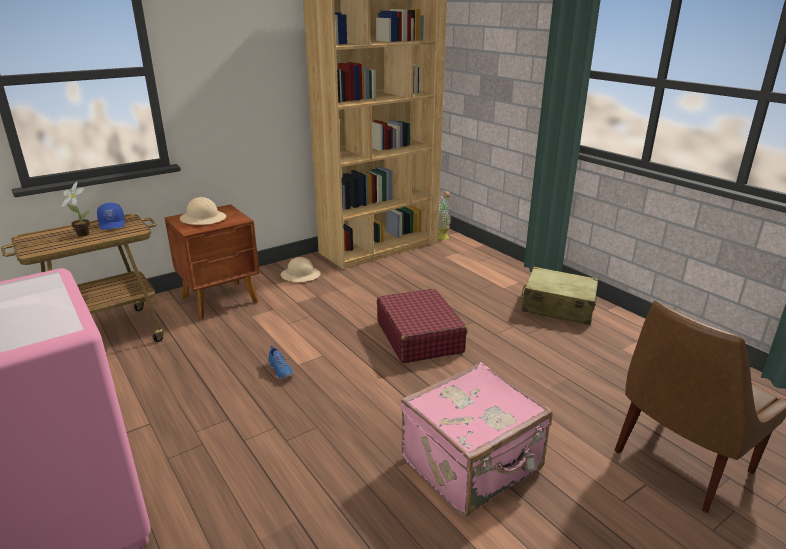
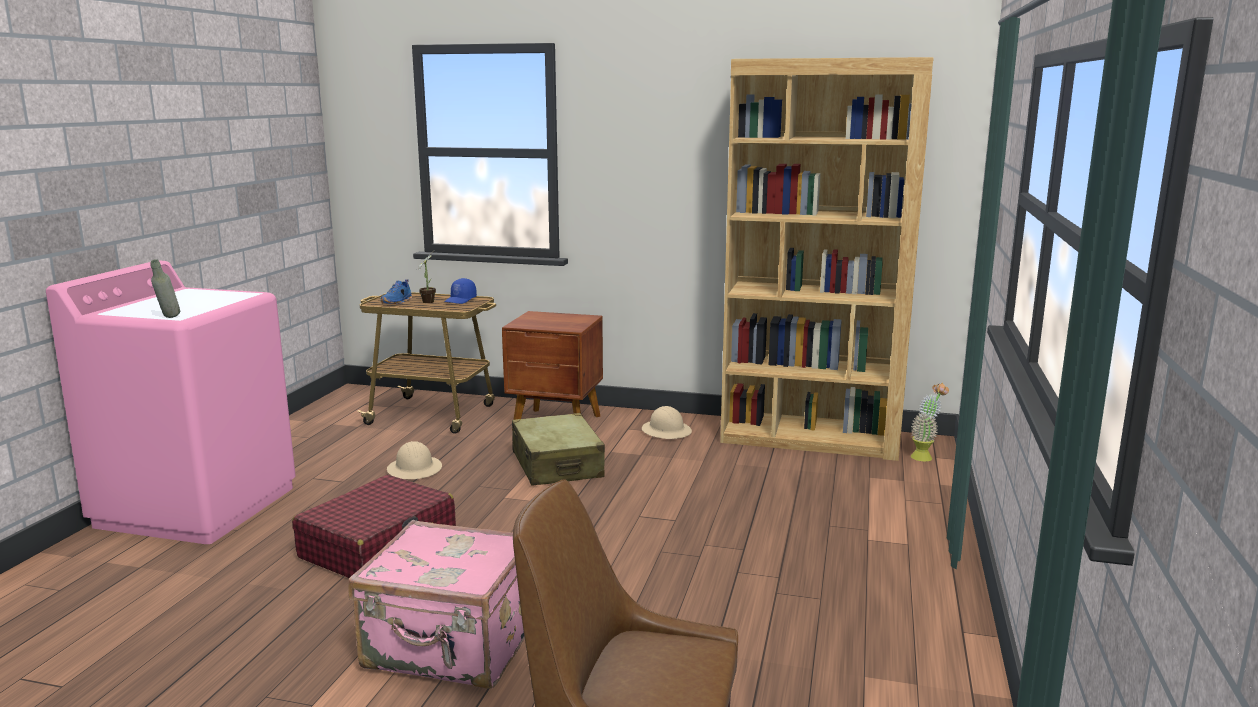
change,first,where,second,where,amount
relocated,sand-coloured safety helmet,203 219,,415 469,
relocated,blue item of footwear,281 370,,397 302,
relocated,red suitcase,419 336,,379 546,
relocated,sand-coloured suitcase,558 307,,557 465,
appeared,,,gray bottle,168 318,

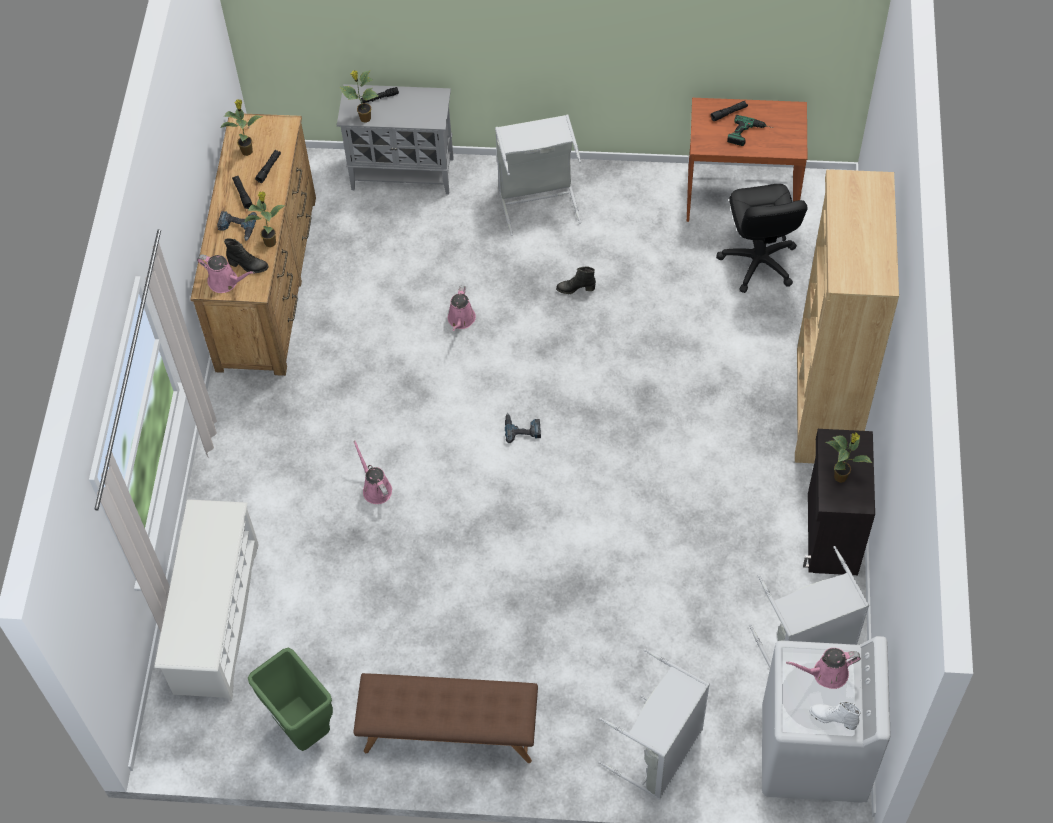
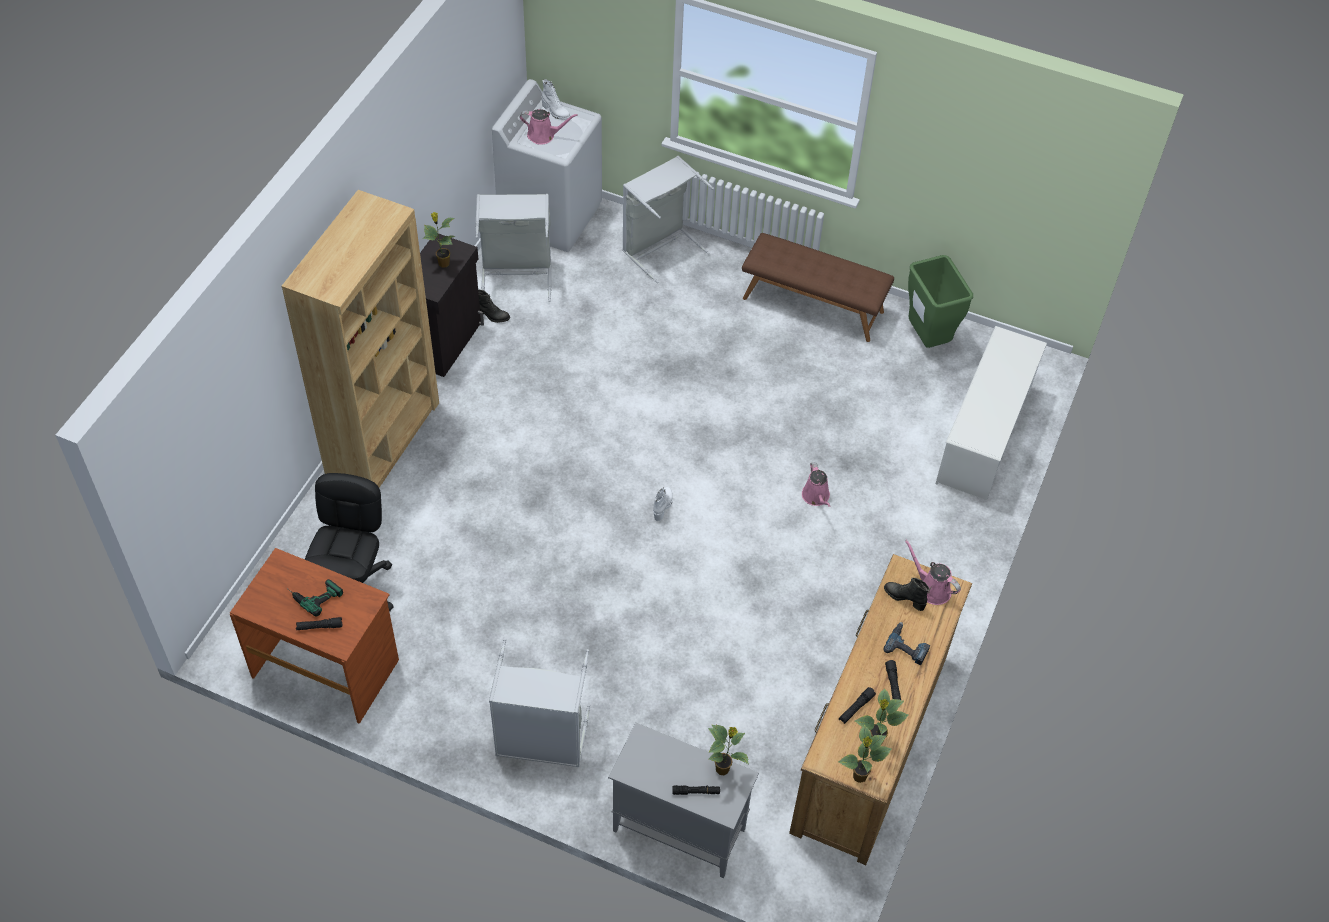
change,first,where,second,where,amount
relocated,houseplant,270 241,,859 777,
missing,pink-coloured watering can,461 320,,,
exchanged,power drill,522 429,white boot,663 506,
relocated,black-coloured boot,575 288,,492 316,

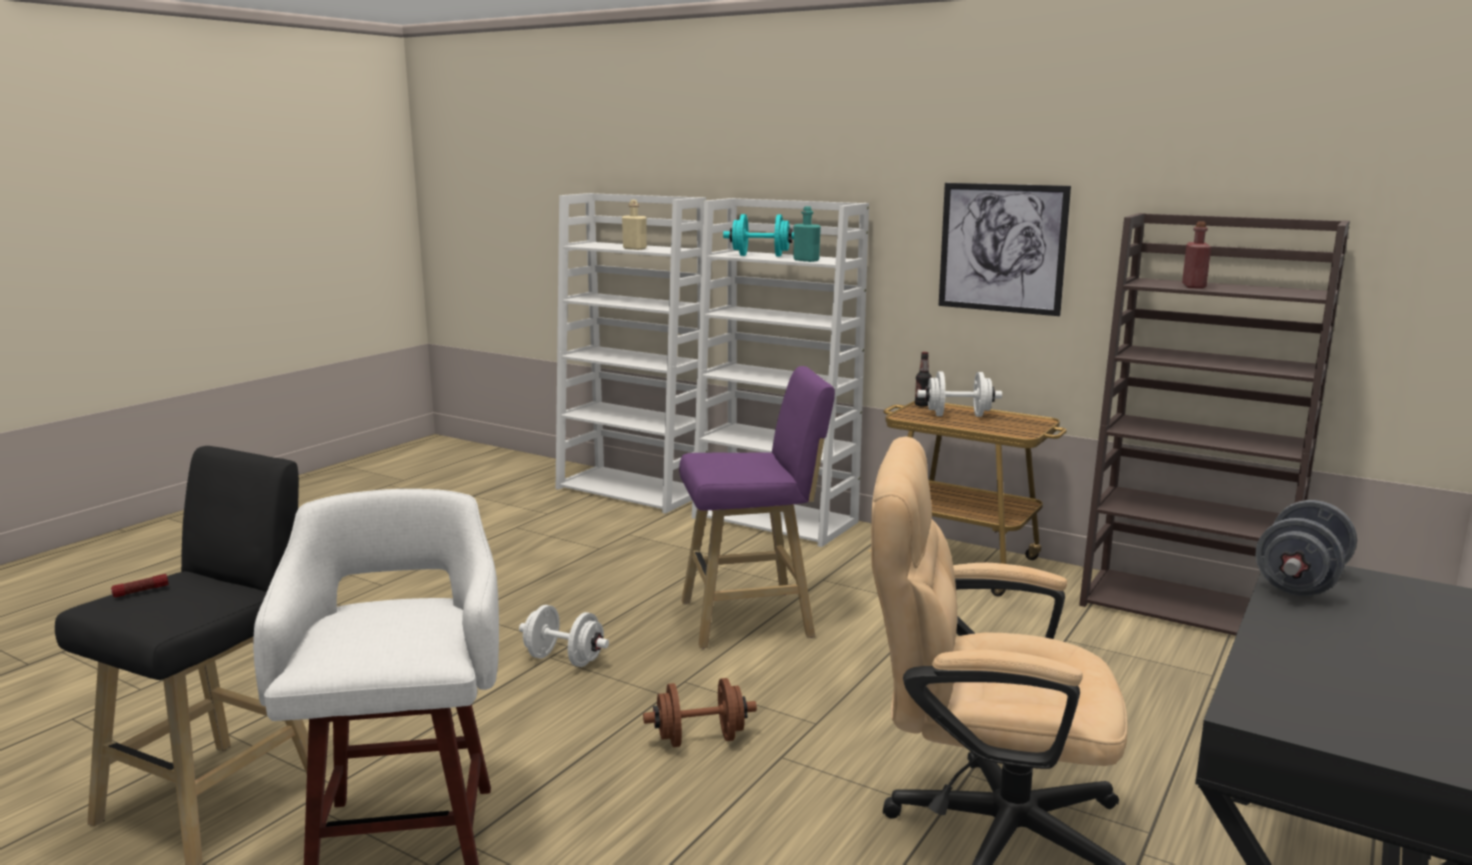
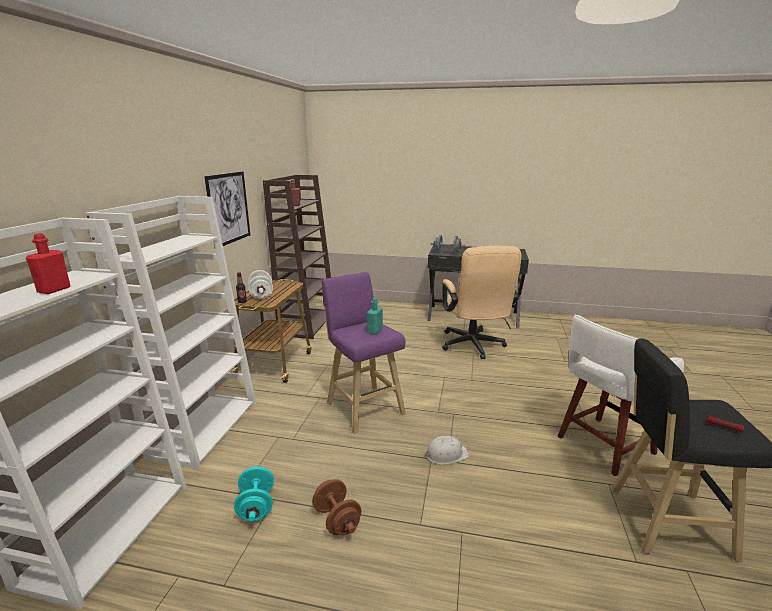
change,first,where,second,where,amount
exchanged,white dumbbell,564 659,white safety helmet,446 454,
colour,sand-coloured bottle,634 248,red bottle,54 290,
relocated,brownish dumbbell,700 739,,337 520,
relocated,turquoise-coloured dumbbell,761 256,,256 506,
relocated,turquoise-coloured bottle,806 260,,375 331,

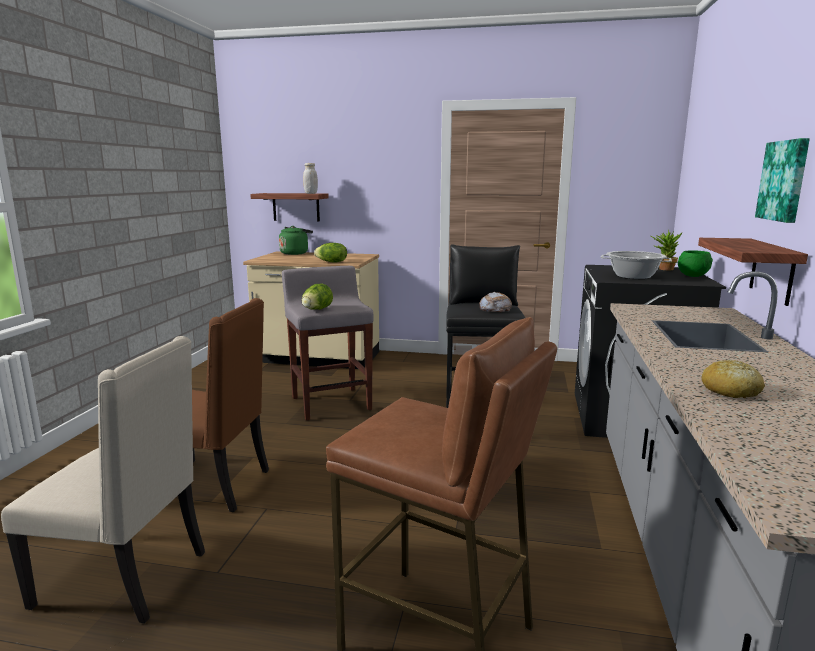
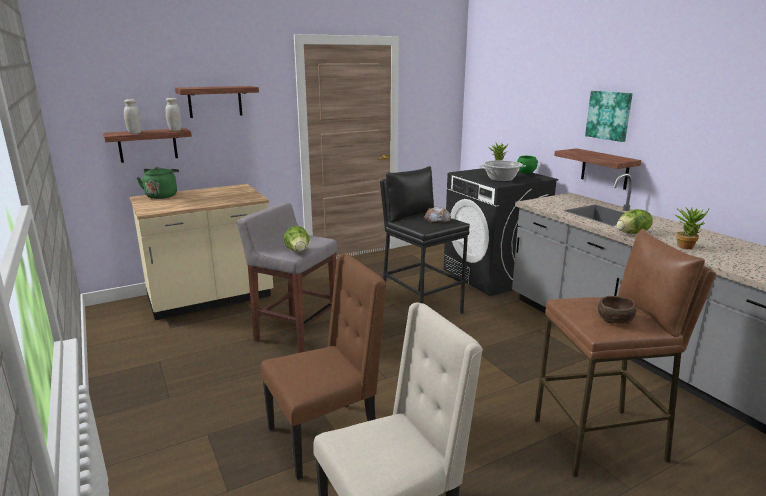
change,first,where,second,where,amount
relocated,lettuce,331 262,,632 233,
exchanged,bread,730 391,houseplant,686 246,
appeared,,,white storage jar,134 133,
appeared,,,wall shelf,215 101,
appeared,,,brownish deep dish,614 320,

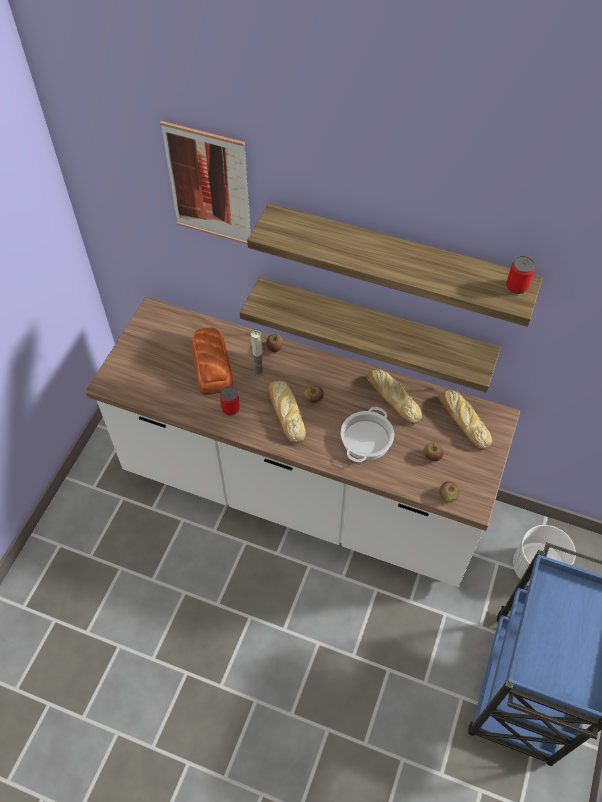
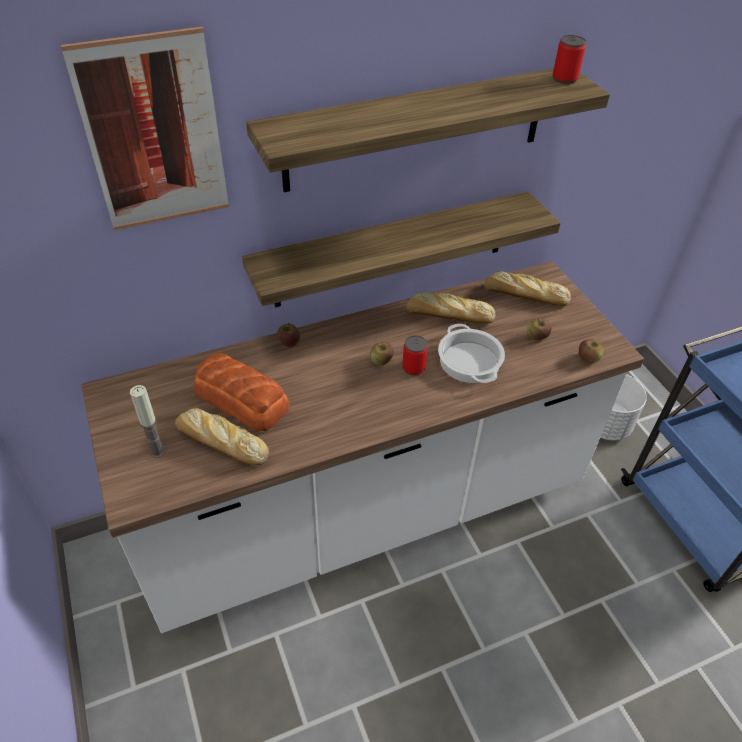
change,first,where,second,where,amount
relocated,metal can,230 408,,413 368,
relocated,wax candle,258 371,,157 451,
relocated,bread,286 413,,220 442,

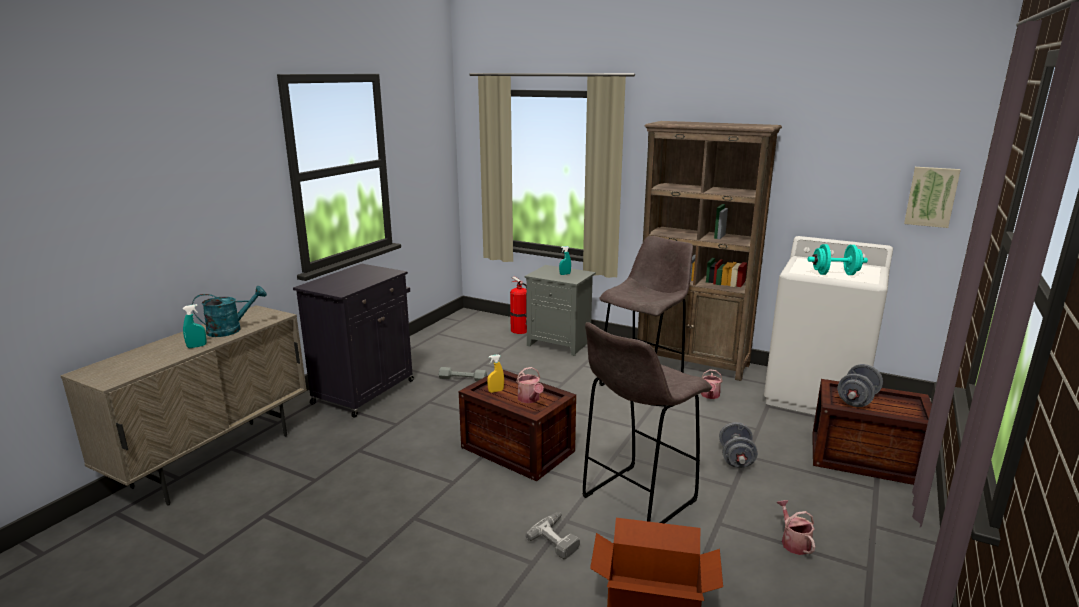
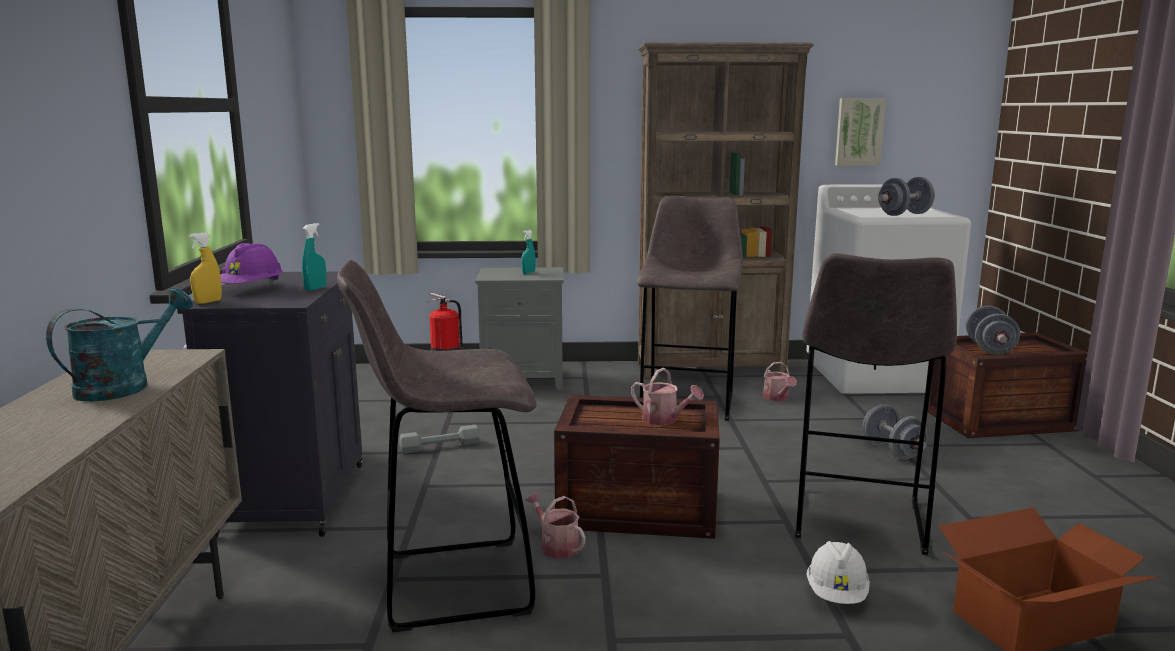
change,first,where,second,where,amount
relocated,turquoise-coloured hand sprayer,197 346,,315 288,
relocated,yellow-coloured hand sprayer,496 391,,208 302,
exchanged,power drill,558 538,white safety helmet,837 594,
relocated,watering can,793 542,,556 546,
colour,turquoise-coloured dumbbell,835 274,gray dumbbell,904 214,
relocated,wall art,931 196,,859 132,
appeared,,,purple-coloured safety helmet,252 289,
appeared,,,gray sitting stool,450 584,

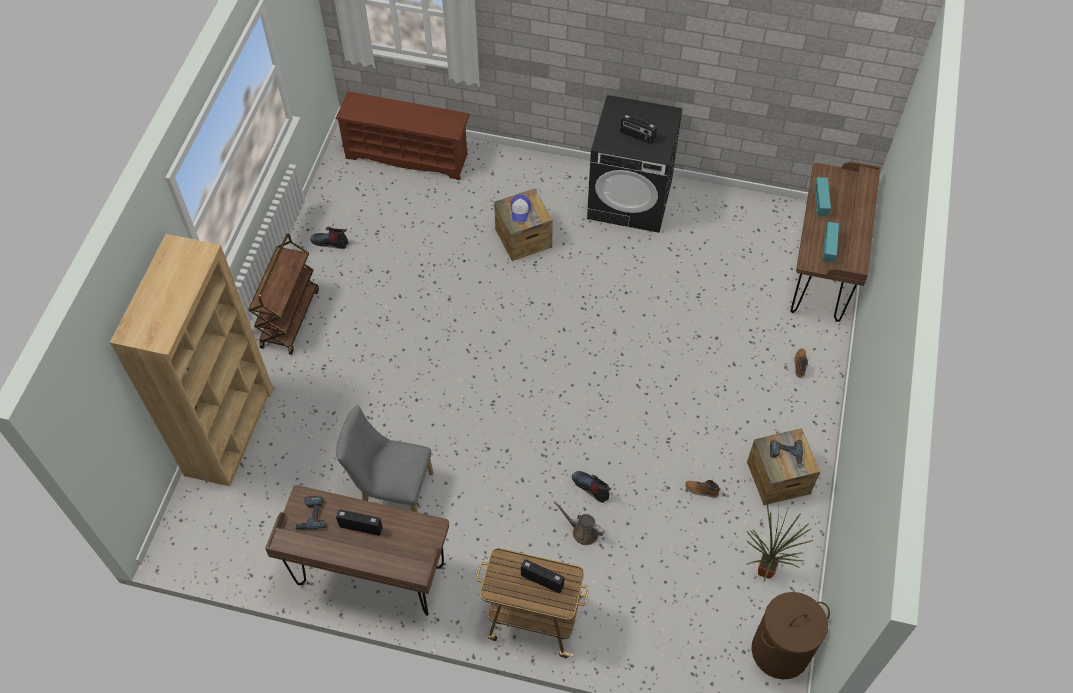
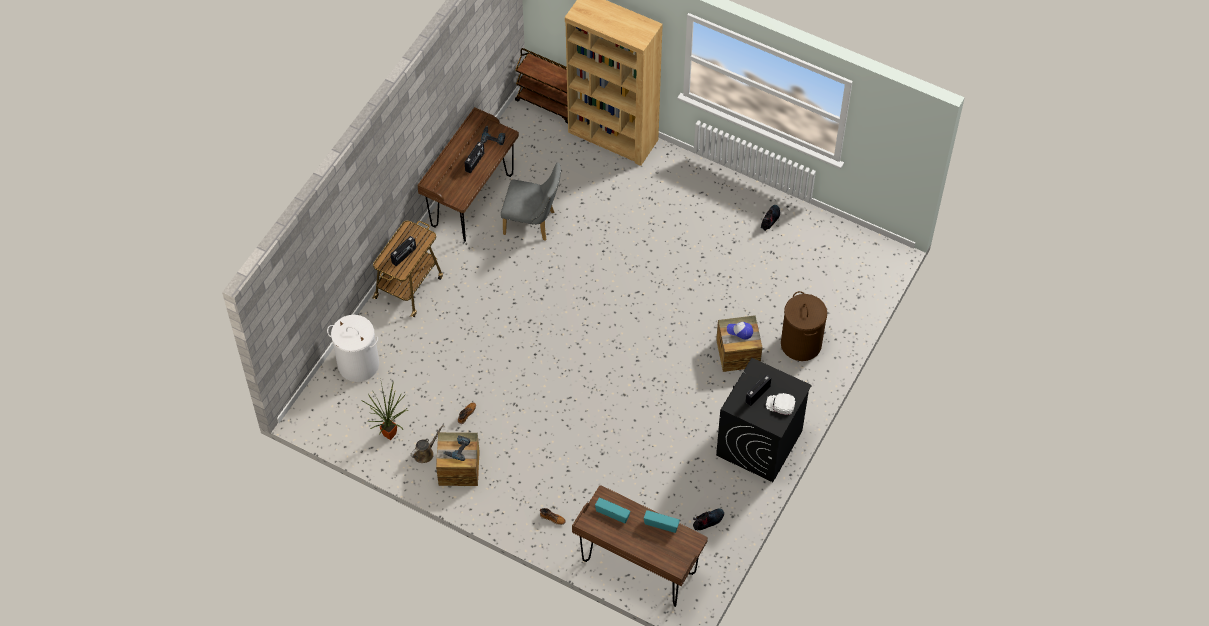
change,first,where,second,where,amount
relocated,brownish cart,290 318,,549 103,
missing,brownish shoe shelf,408 156,,,
spun,gray chair,391 490,,533 223,75 degrees clockwise
relocated,brownish watering can,582 531,,425 453,
relocated,boot,591 487,,708 521,
relocated,brownish washing basket,780 651,,800 344,
appeared,,,white washing basket,358 364,
appeared,,,white cap,780 405,

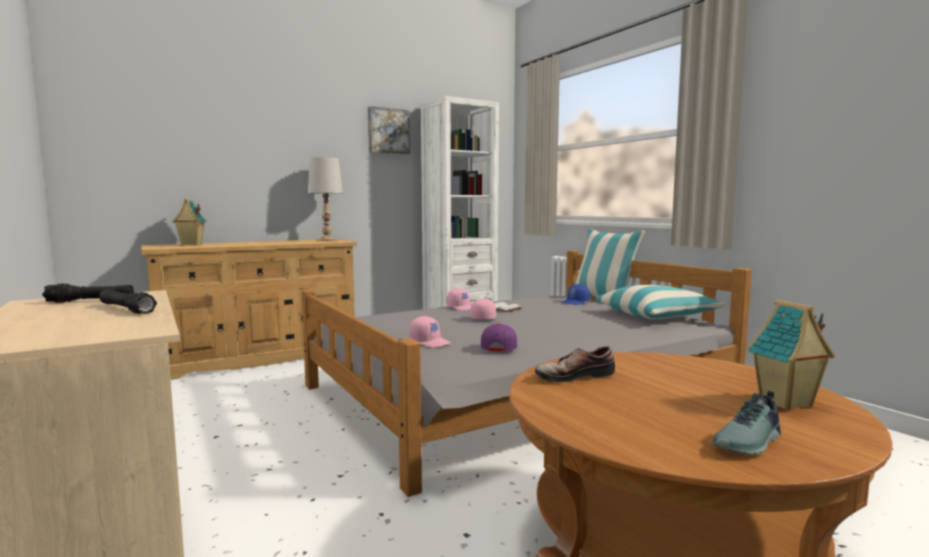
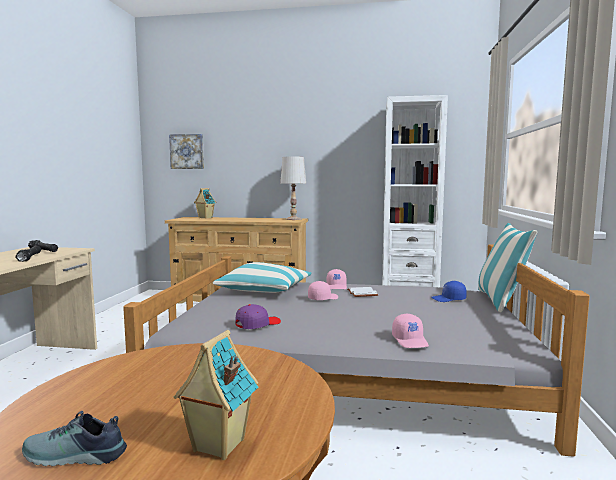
change,first,where,second,where,amount
relocated,wall art,388 131,,187 151,
relocated,pink-coloured cap,430 342,,410 340,
missing,item of footwear,572 375,,,
relocated,pillow,656 316,,265 290,

